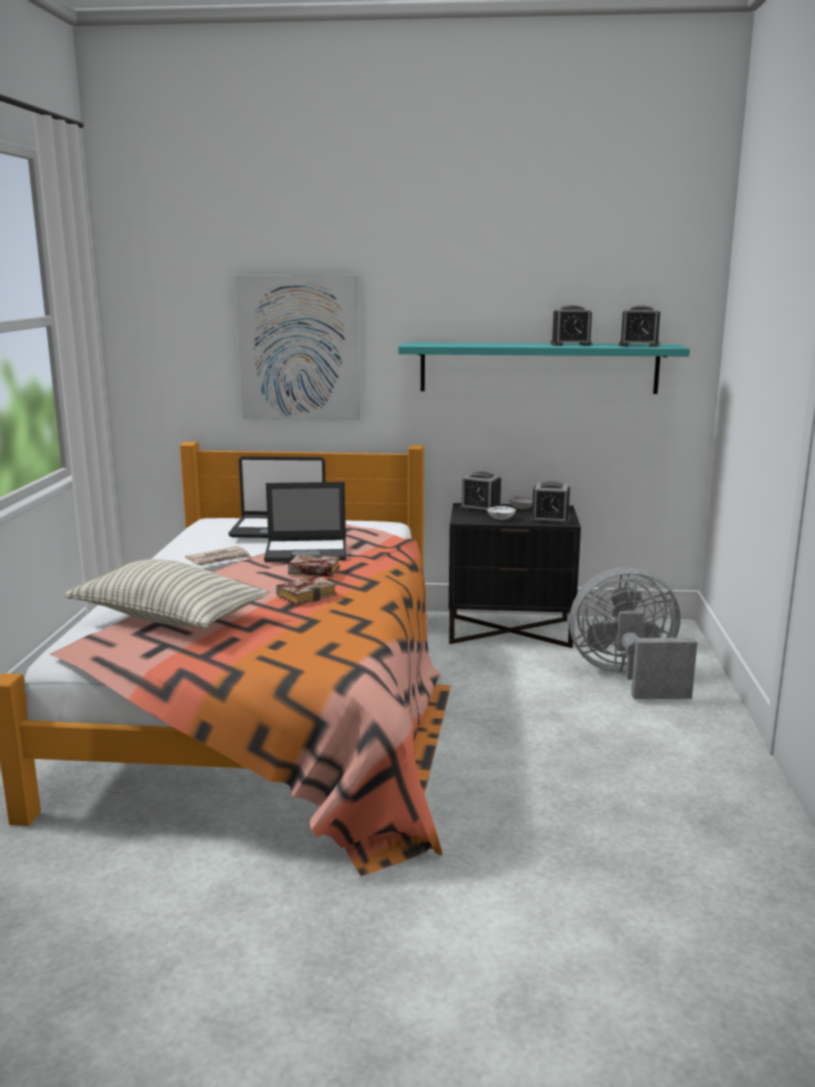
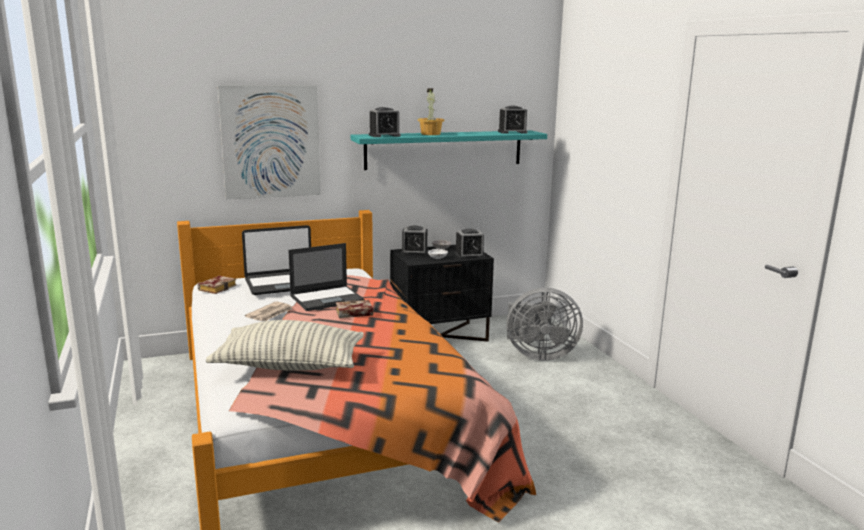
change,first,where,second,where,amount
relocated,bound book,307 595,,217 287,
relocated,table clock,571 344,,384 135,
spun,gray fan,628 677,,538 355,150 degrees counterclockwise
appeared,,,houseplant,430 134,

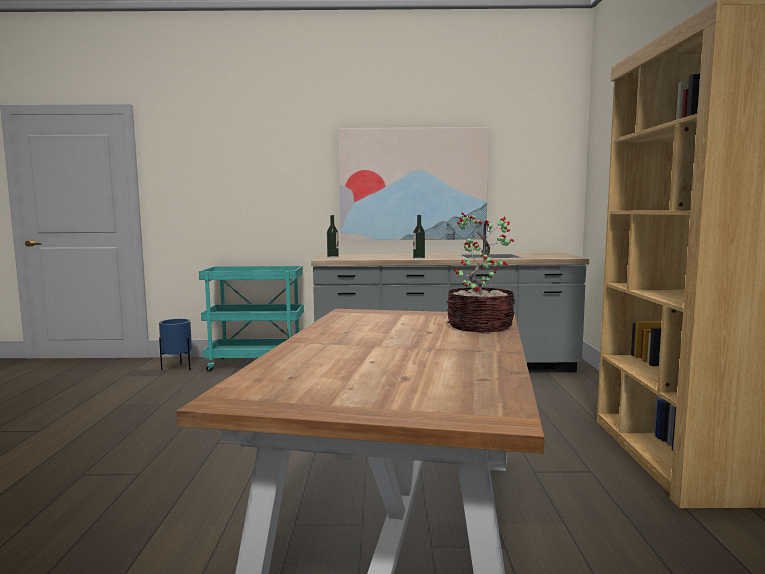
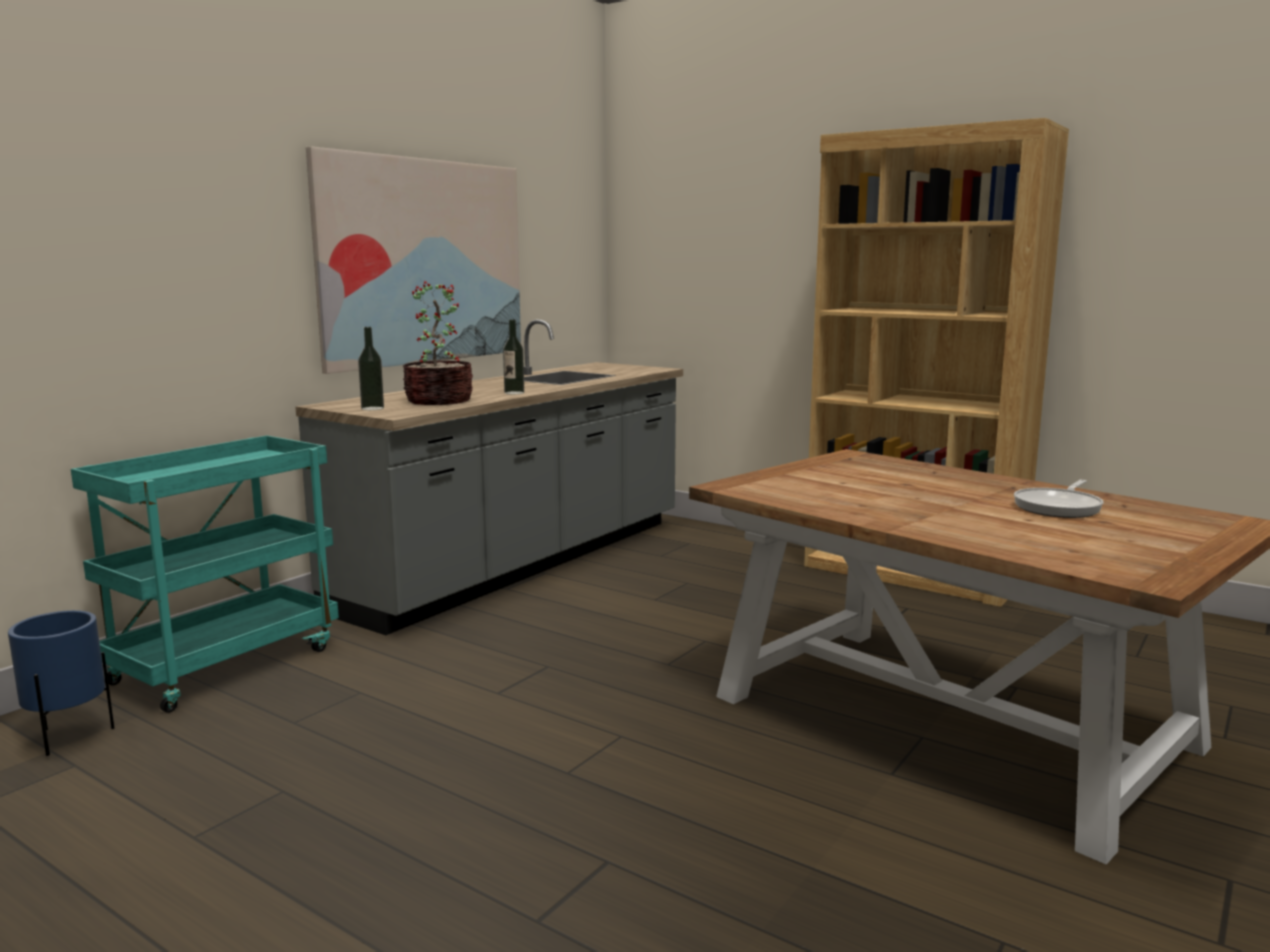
change,first,where,second,where,amount
relocated,houseplant,479 327,,439 401,
appeared,,,pan,1059 507,

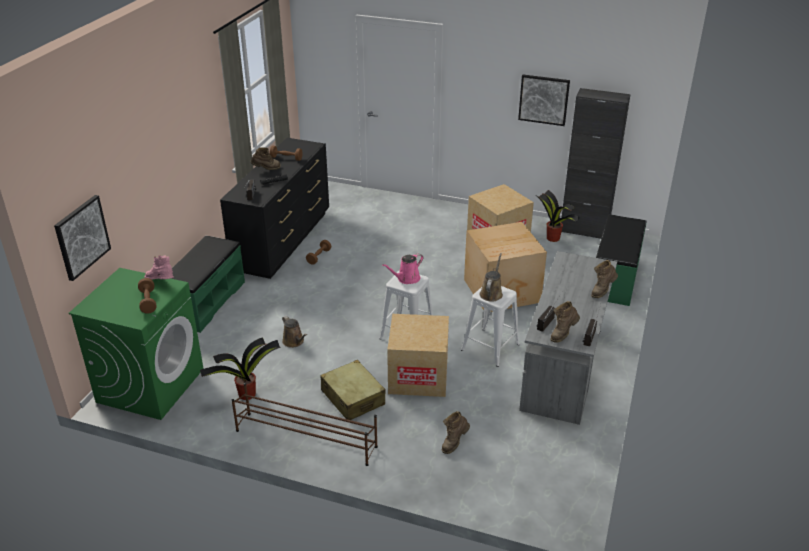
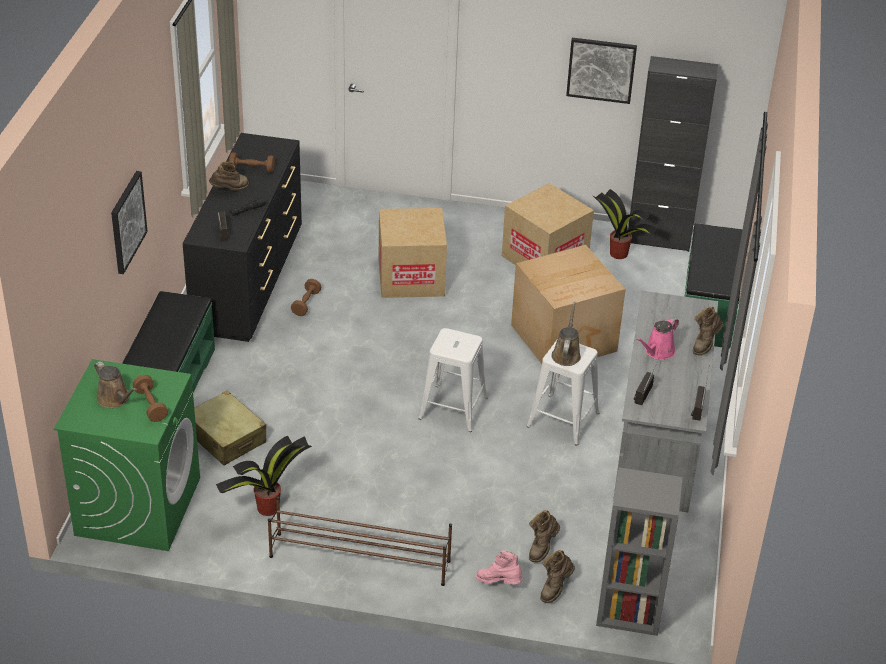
change,first,where,second,where,amount
relocated,wall art,82 237,,127 222,
relocated,pink-coloured boot,161 282,,499 583,
relocated,brownish watering can,294 342,,115 399,
relocated,sand-coloured suitcase,353 398,,226 437,
relocated,pink-coloured watering can,406 279,,658 352,
relocated,carton,418 376,,411 277,
relocated,brownish boot,563 334,,555 588,
appeared,,,gray bookcase,628 611,

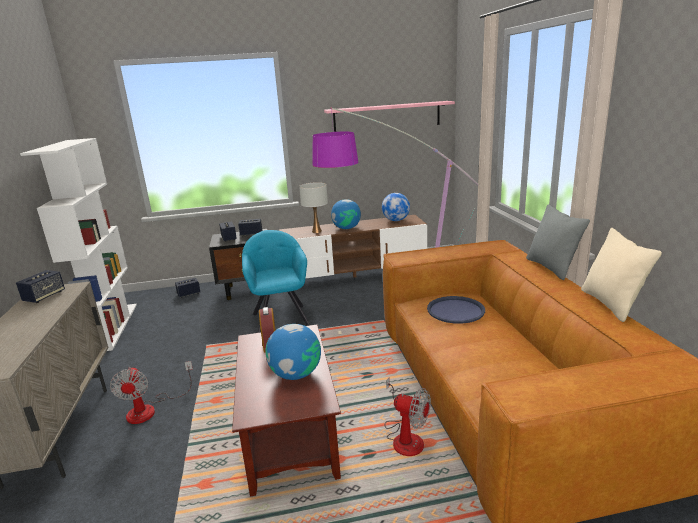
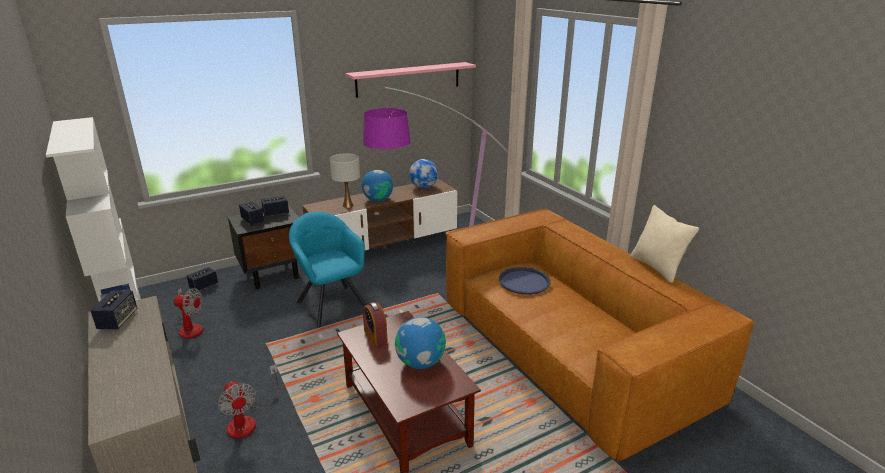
change,first,where,second,where,amount
relocated,fan,405 437,,190 327,
missing,gray pillow,552 268,,,

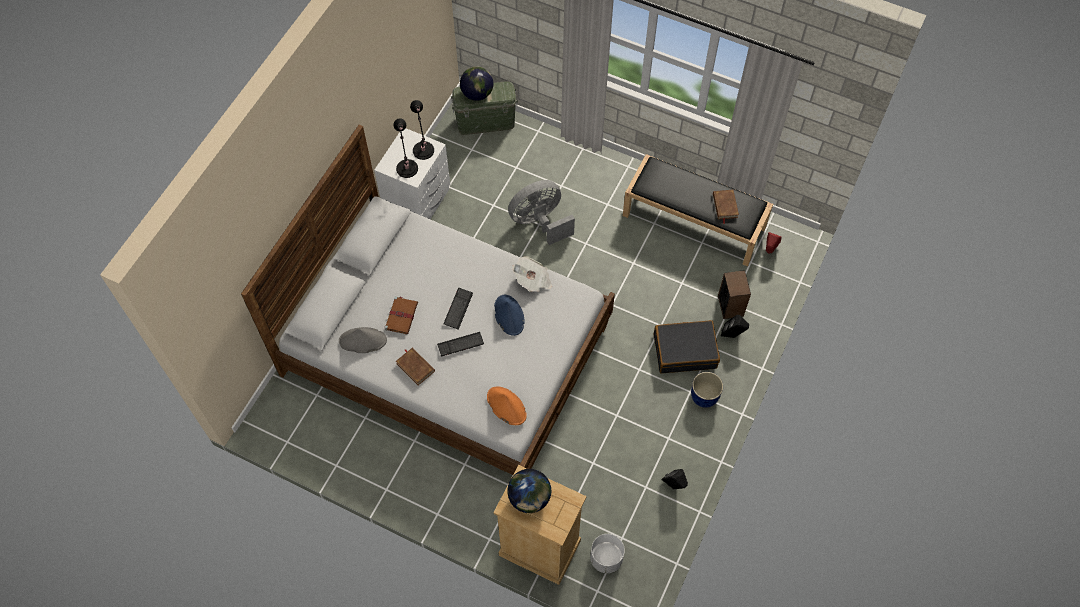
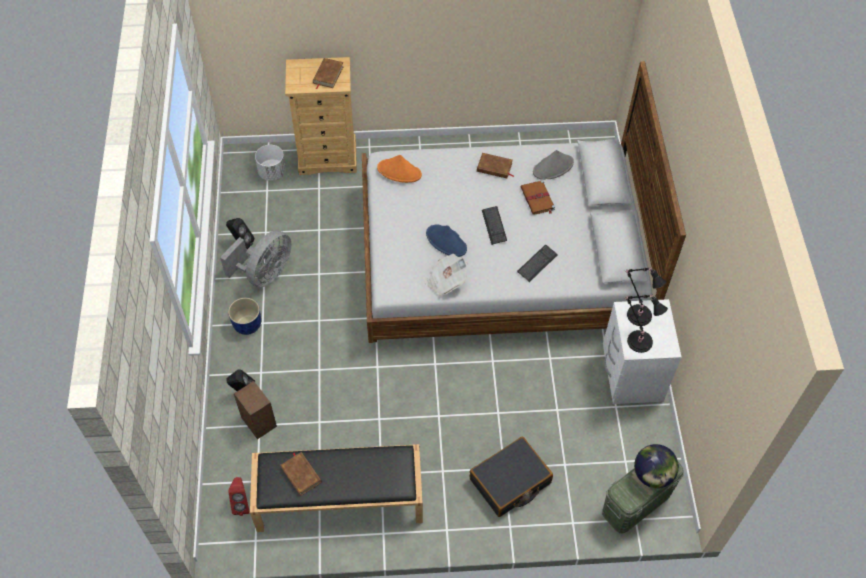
change,first,where,second,where,amount
relocated,computer keyboard,460 344,,537 264,
exchanged,desk globe,529 498,brownish bound book,328 75,
relocated,gray fan,540 222,,264 273,
relocated,black-coloured suitcase,685 351,,510 481,

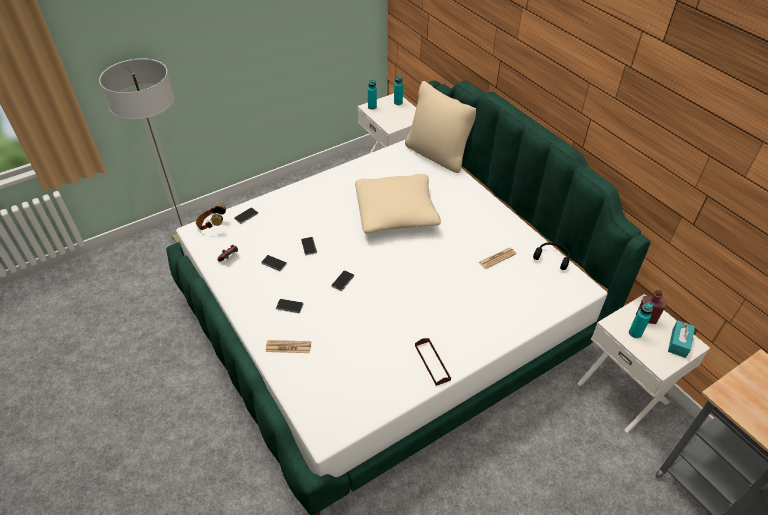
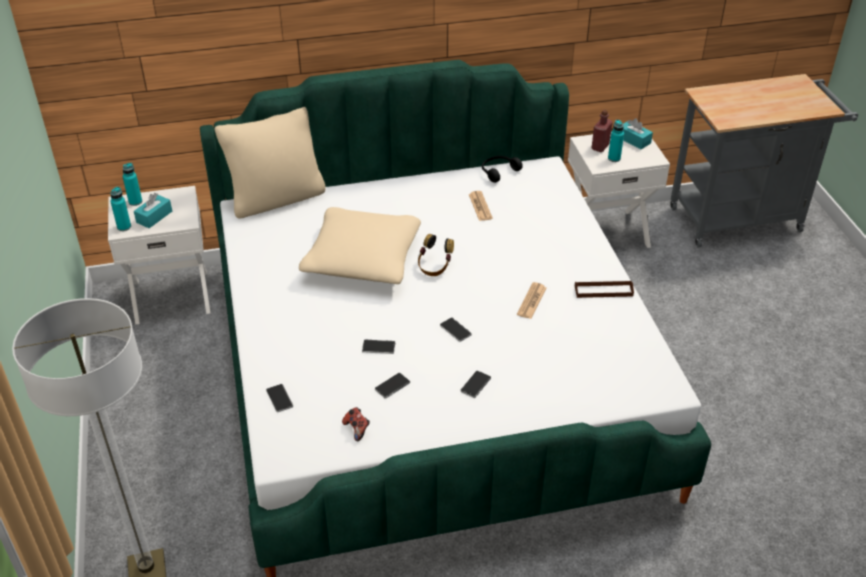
change,first,where,second,where,amount
relocated,pair of headphones,212 226,,434 267,
relocated,printed paper,288 347,,531 301,
appeared,,,turquoise-coloured box of tissues,154 217,

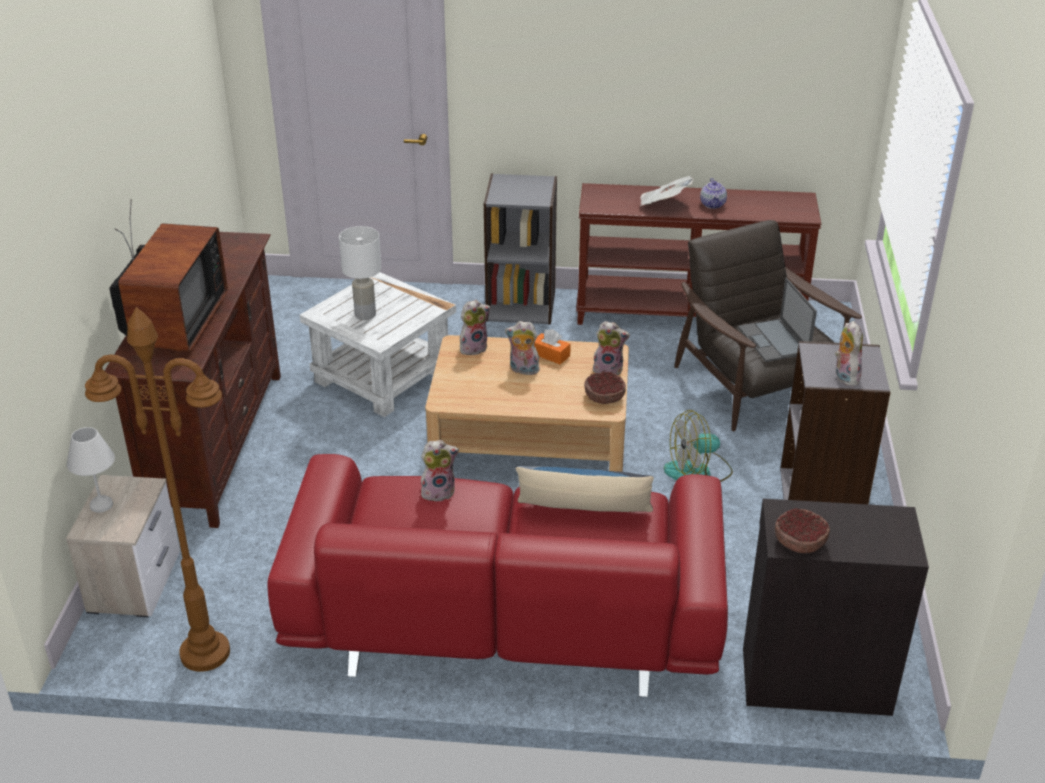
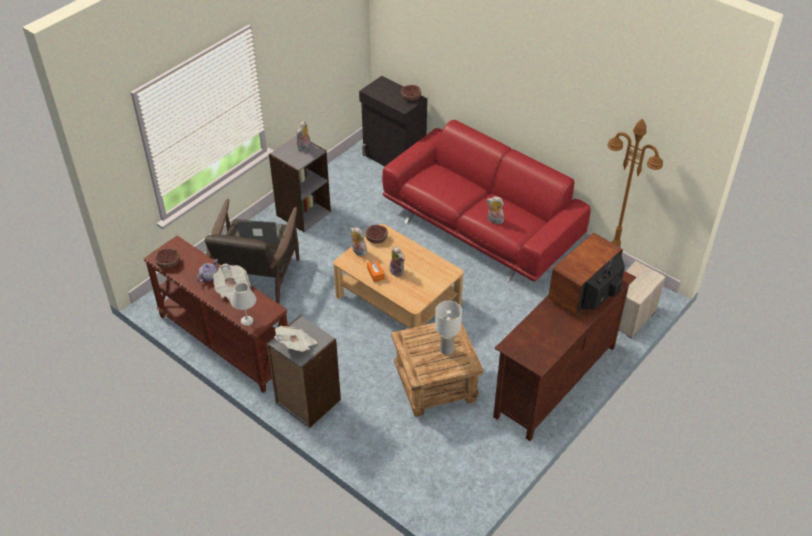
change,first,where,second,where,amount
relocated,white tabletop lamp,101 505,,247 321,
colour,white side table,384 377,brownish side table,434 384,
missing,plush toy,473 348,,,
missing,pillow,584 514,,,
missing,fan,698 471,,,
spun,laptop,774 341,,260 233,105 degrees counterclockwise
appeared,,,deep dish,168 262,
appeared,,,printed paper,296 345,

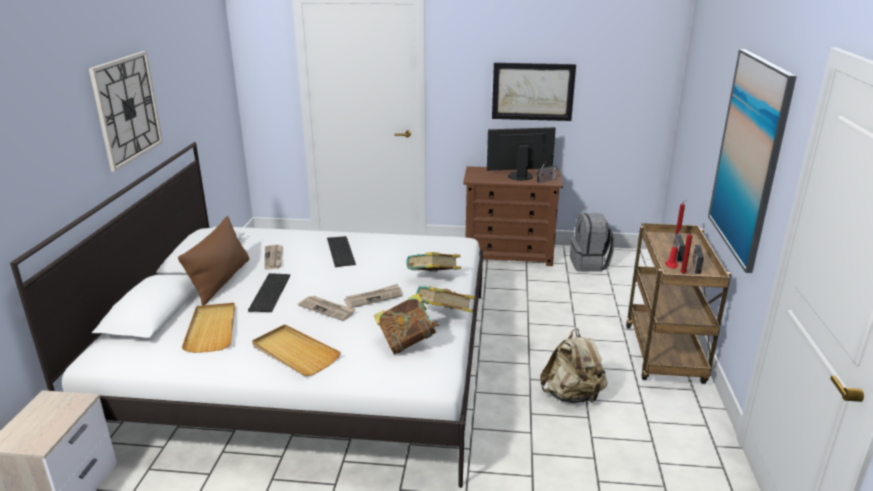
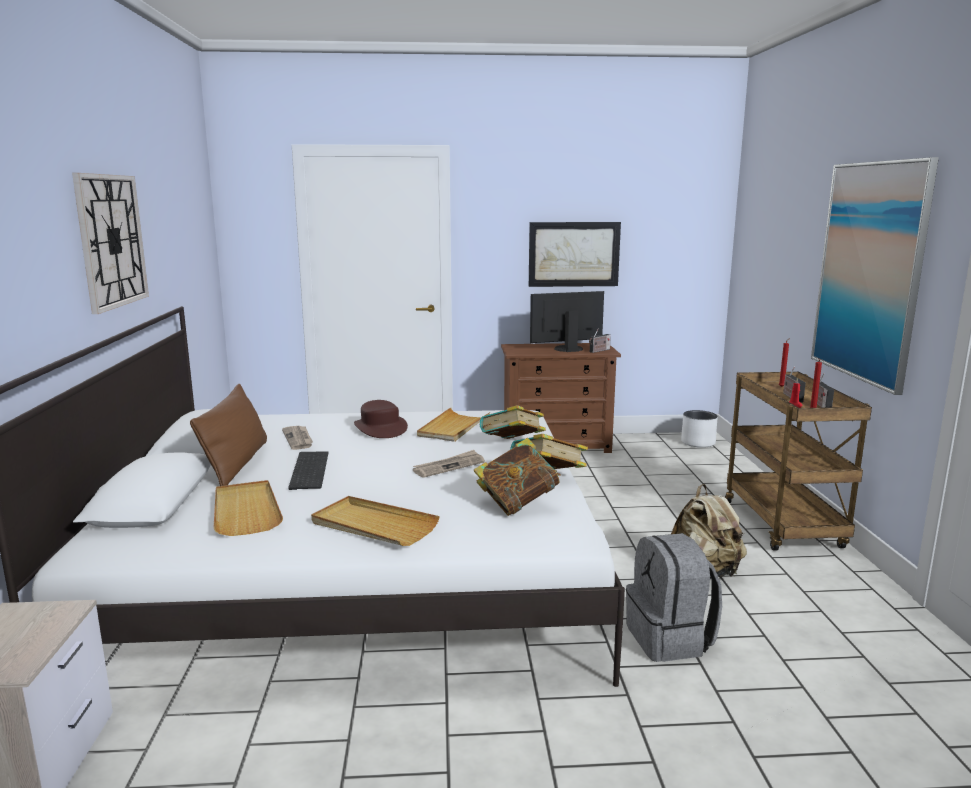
change,first,where,second,where,amount
missing,printed paper,327 309,,,
exchanged,computer keyboard,339 251,brownish hat,380 428,
relocated,gray rucksack,589 264,,670 639,
appeared,,,sand-coloured carrying tray,453 428,
appeared,,,white flower pot,698 443,

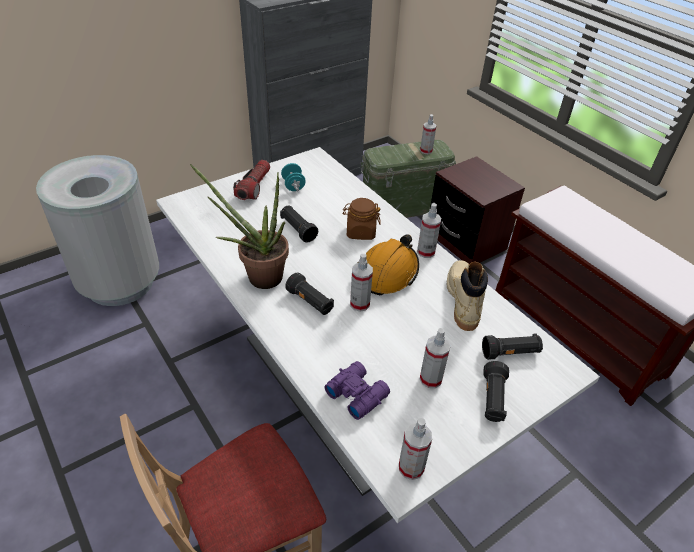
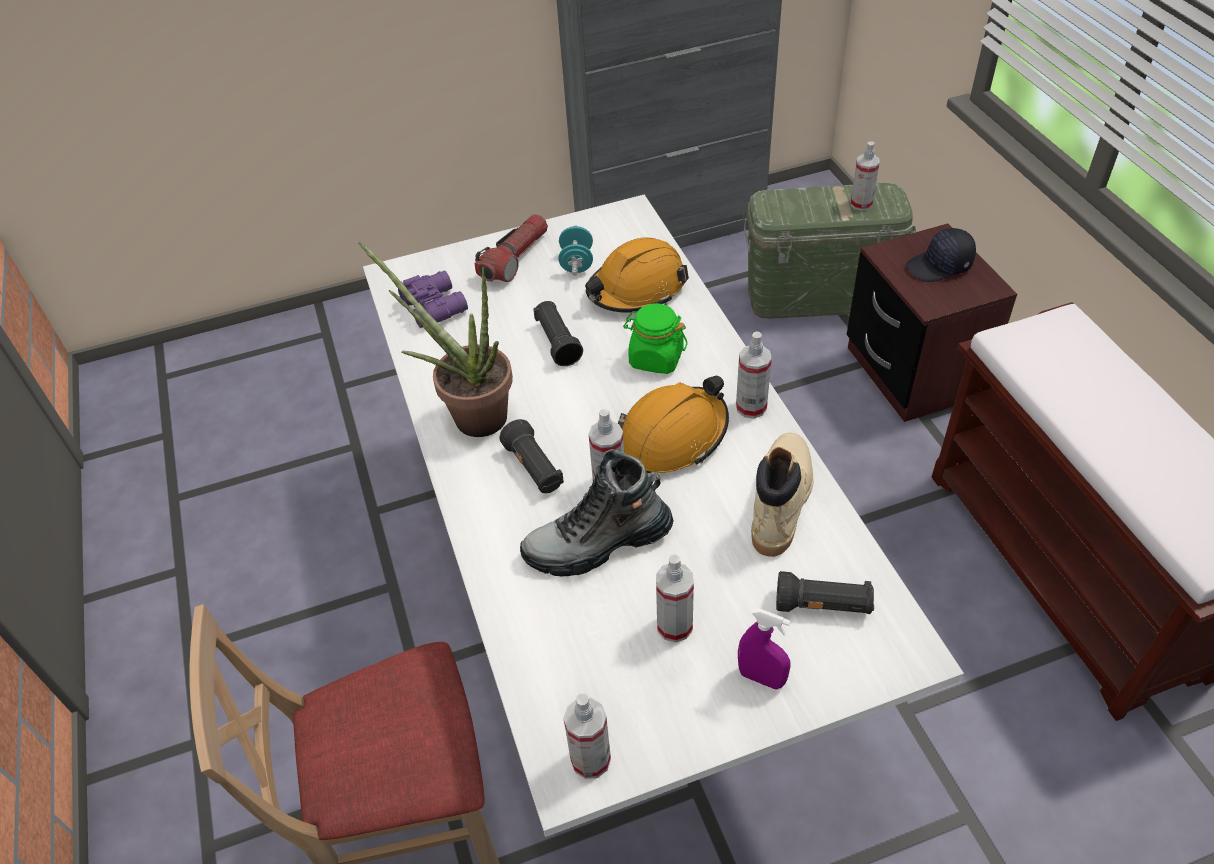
change,first,where,second,where,amount
missing,gray trash can,120 283,,,
relocated,purple-coloured pair of binoculars,357 393,,435 305,
colour,brownish storage jar,360 232,greenish storage jar,655 358,
exchanged,black-coloured torch,492 399,purple-coloured hand sprayer,761 678,
appeared,,,boot,597 544,
appeared,,,orange-coloured safety helmet,636 289,
appeared,,,black-coloured cap,939 266,

